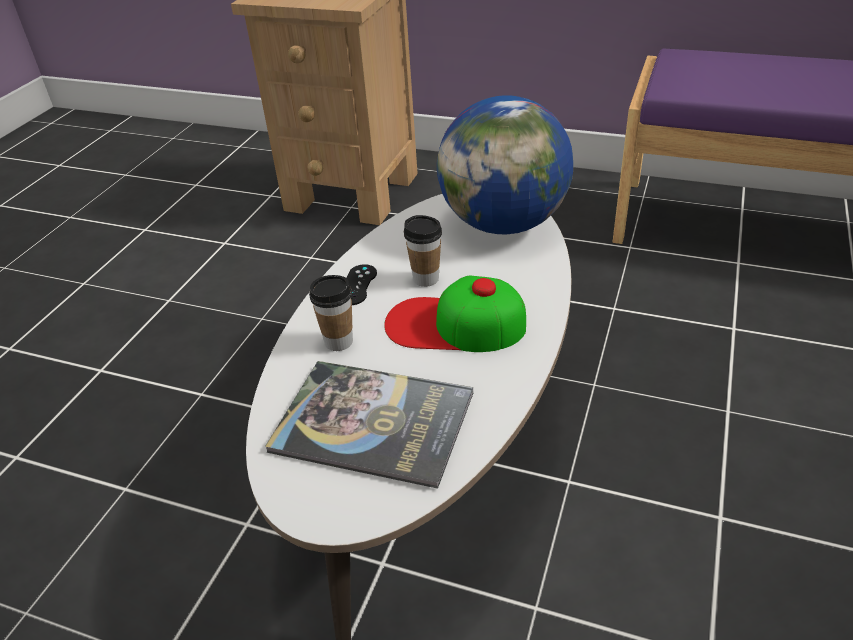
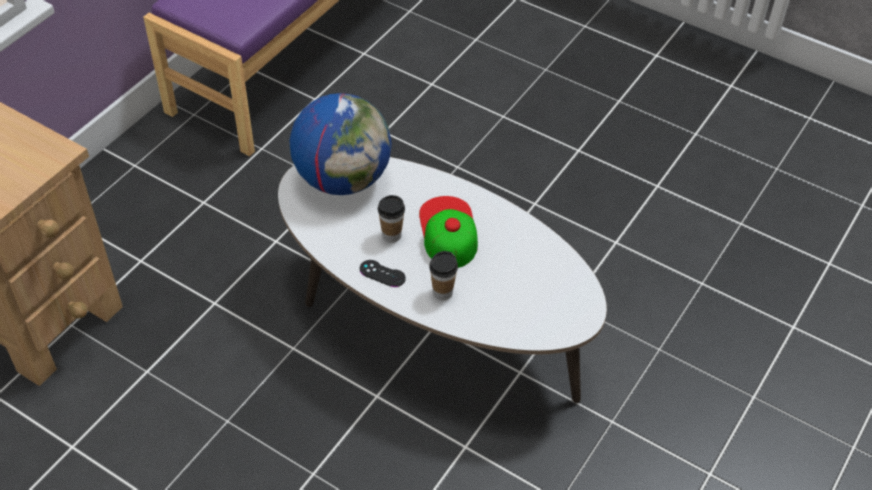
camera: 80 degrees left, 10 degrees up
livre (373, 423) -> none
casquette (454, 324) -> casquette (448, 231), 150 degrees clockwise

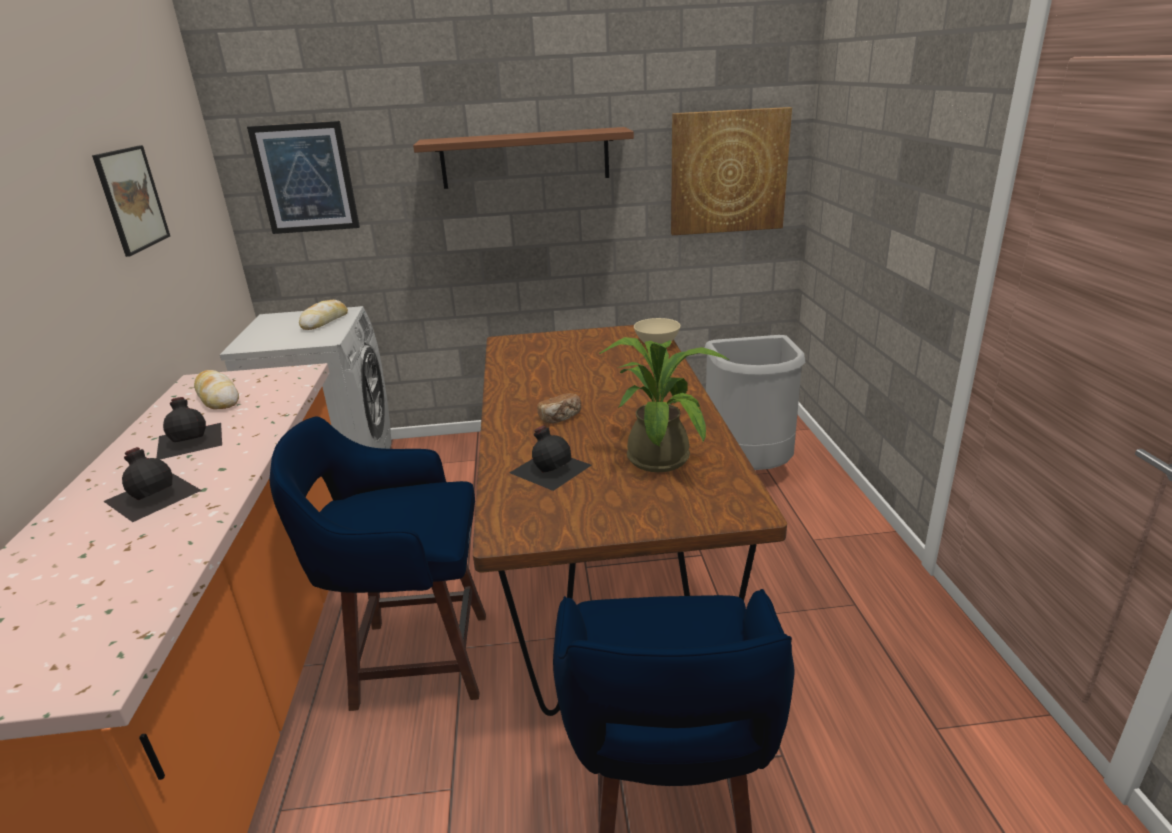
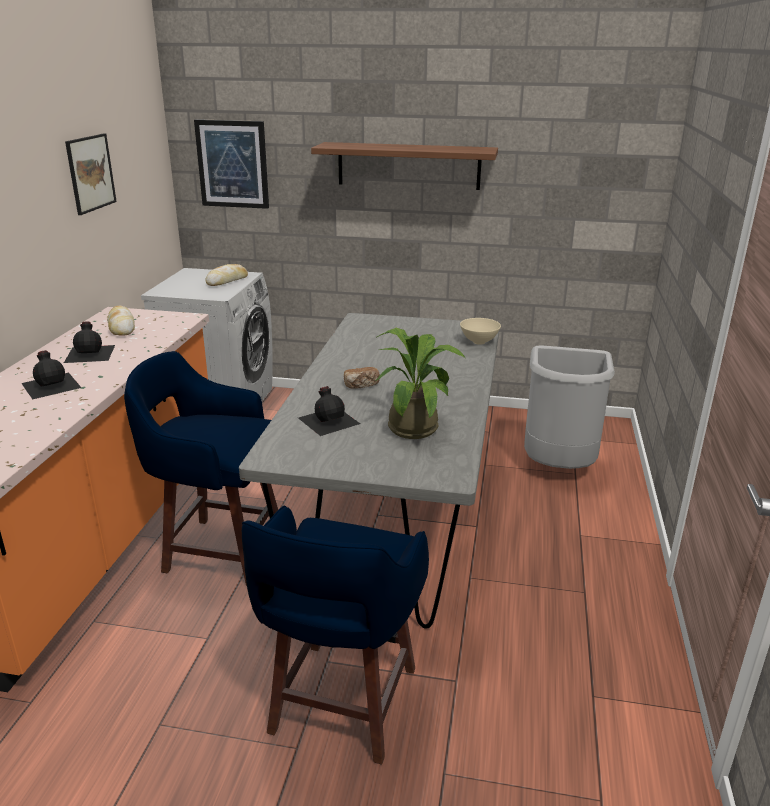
camera: 15 degrees right, 0 degrees up
table à manger [marron] (601, 562) -> table à manger [gris] (392, 513)
tableau (728, 172) -> none

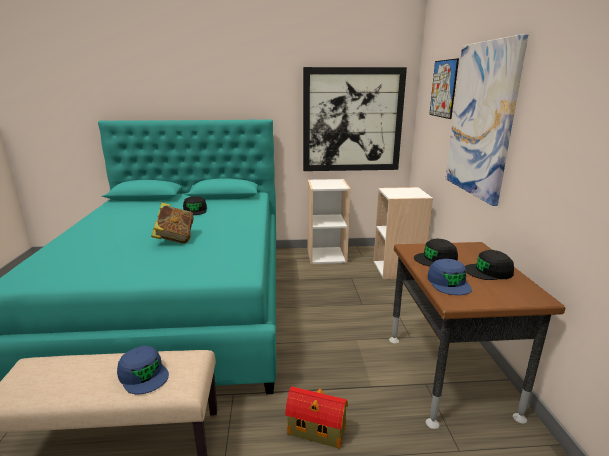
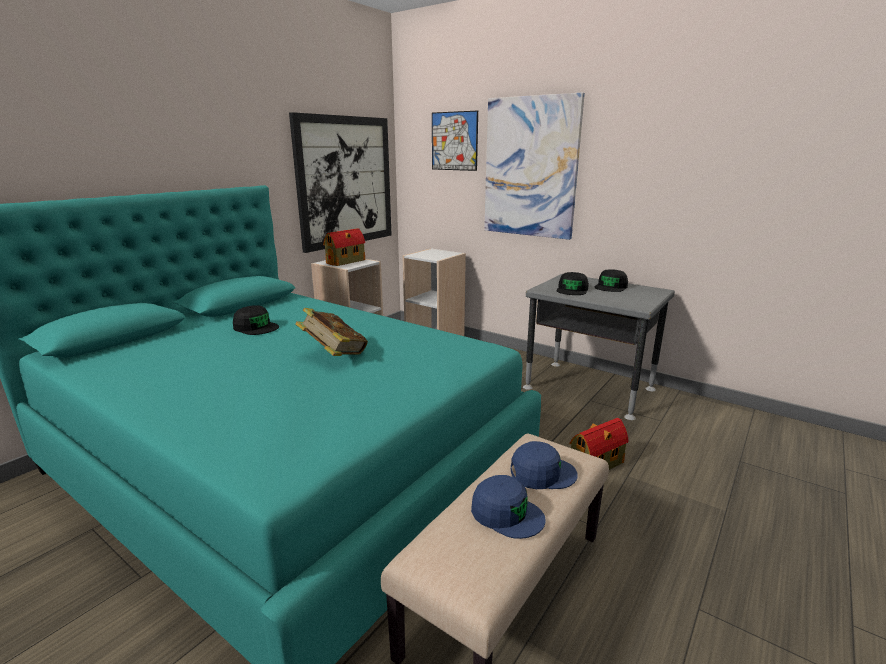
camera: 50 degrees left, 0 degrees up
bureau [marron] (449, 374) -> bureau [gris] (589, 388)
casquette [bleu] (448, 283) -> casquette [bleu] (506, 513), move
none -> maison miniature (346, 261)

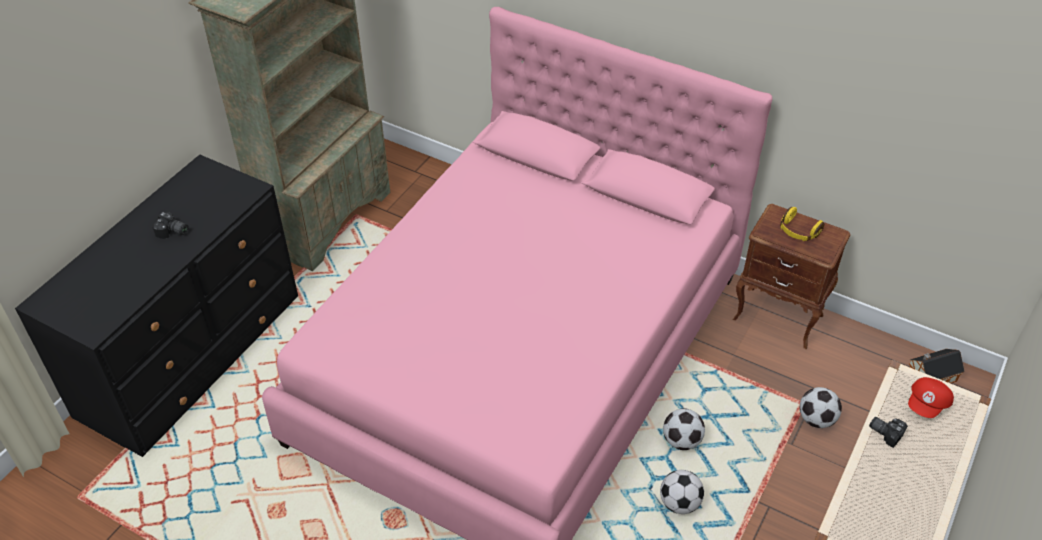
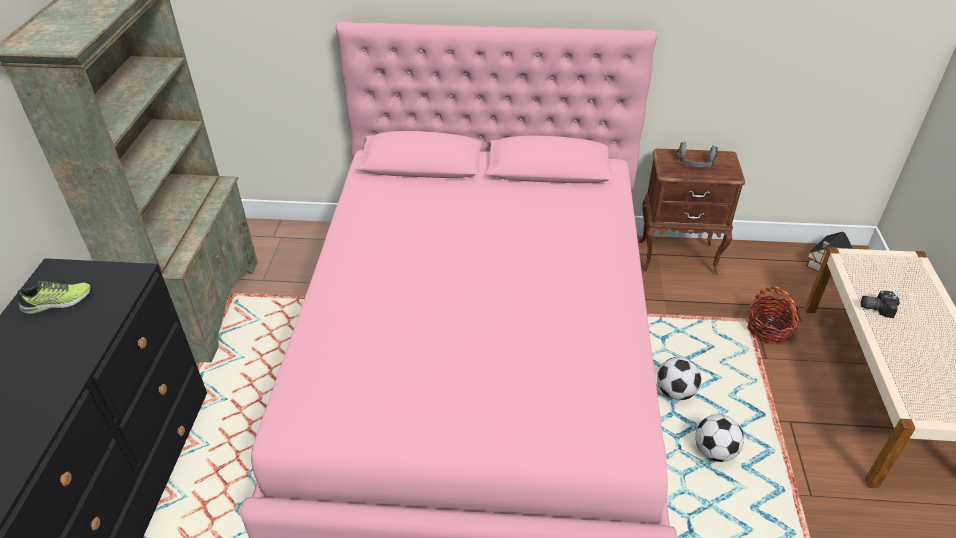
camera: 25 degrees left, 5 degrees down
appareil photo (173, 232) -> none
casque audio [jaune] (798, 231) -> casque audio [gris] (696, 163)
ballon de foot (816, 419) -> panier (769, 329)
casquette [rouge] (927, 404) -> none
none -> chaussure (57, 302)

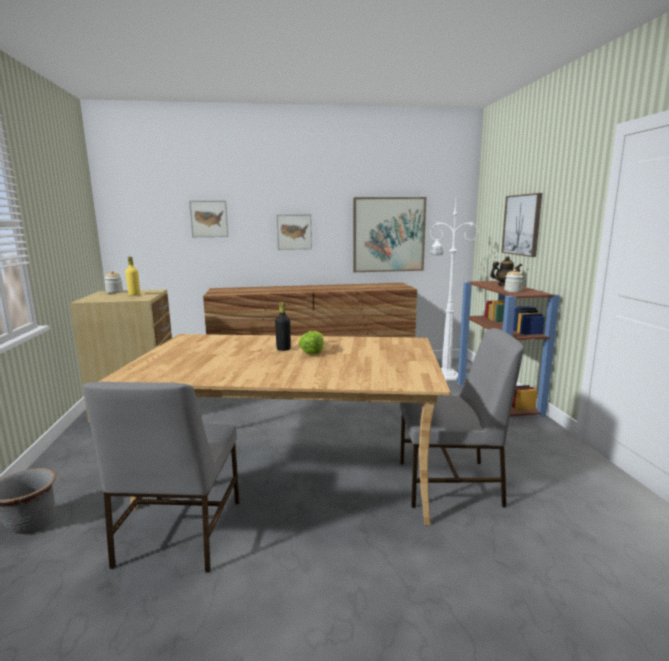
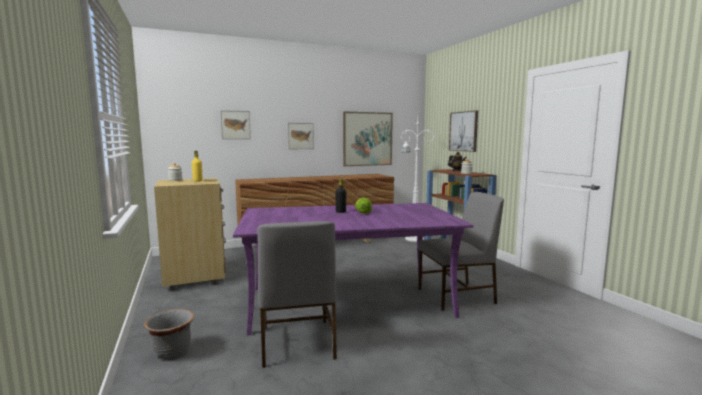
camera: 15 degrees left, 5 degrees down
table à manger [beige] (289, 473) -> table à manger [violet] (348, 302)

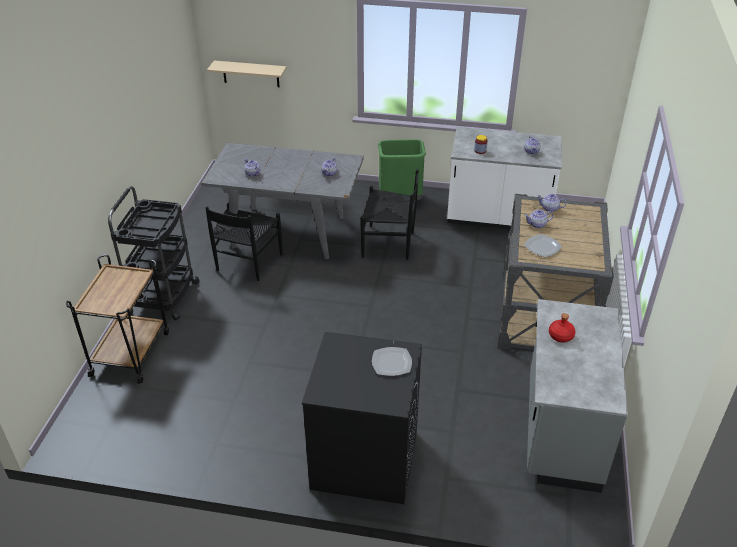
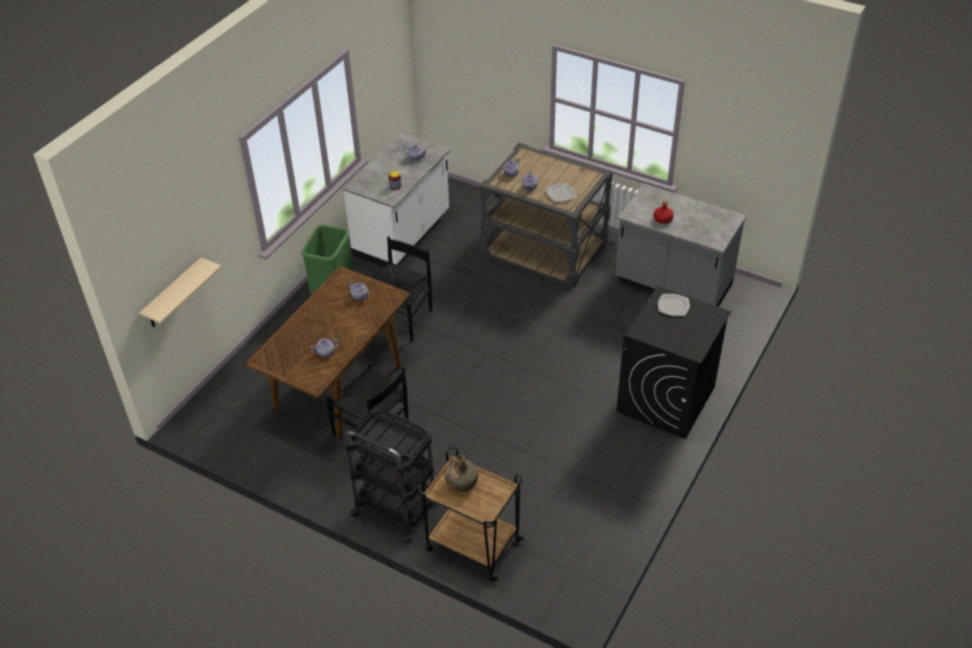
camera: 70 degrees left, 5 degrees up
table à manger [gris] (289, 232) -> table à manger [marron] (339, 387)
none -> bouteille [vert] (461, 482)

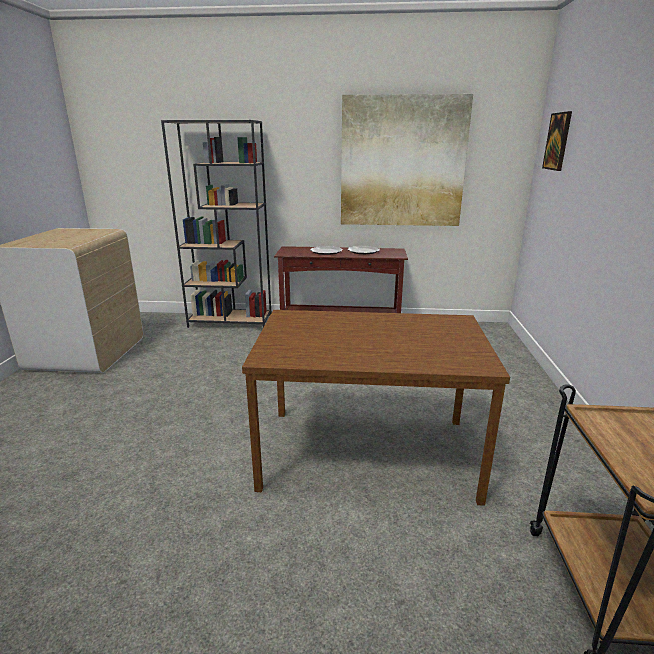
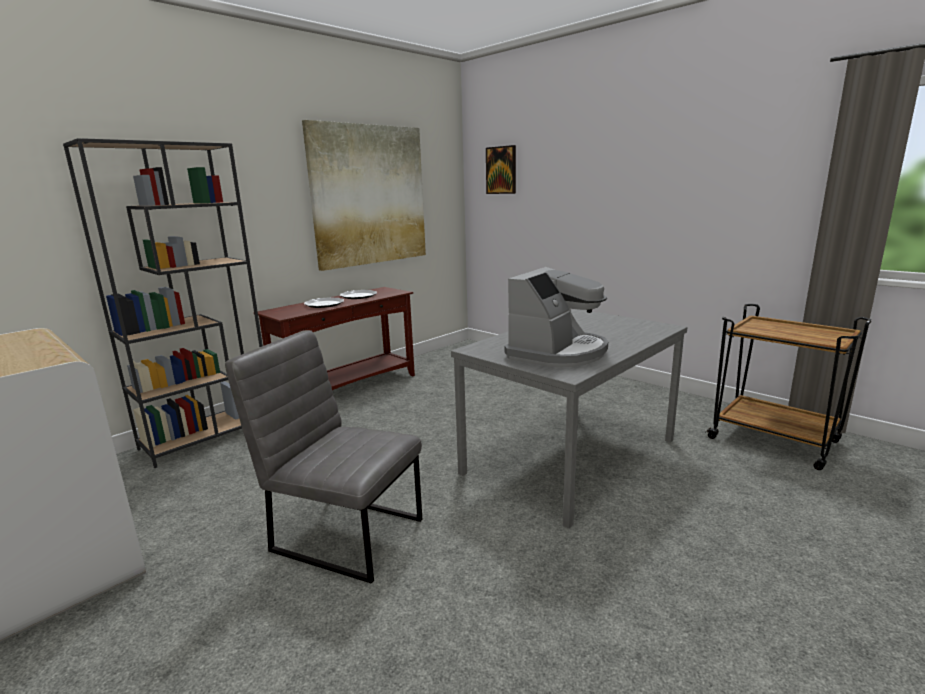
camera: 50 degrees left, 5 degrees down
table à manger [marron] (368, 452) -> table à manger [gris] (570, 455)
none -> chaise [gris] (345, 533)
none -> machine à café (558, 353)

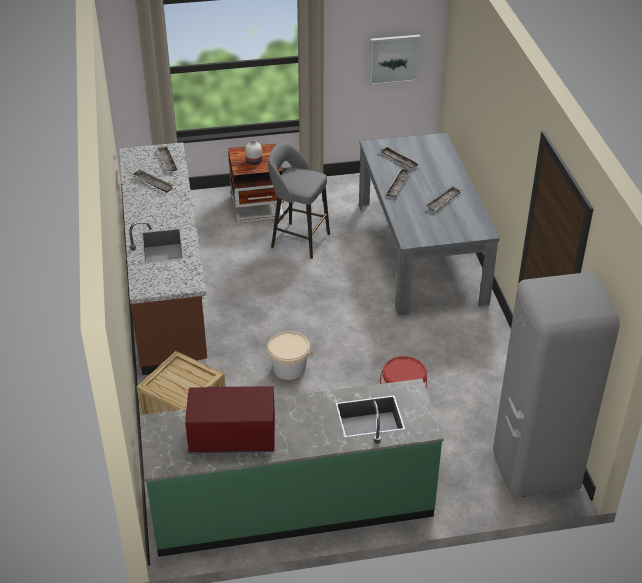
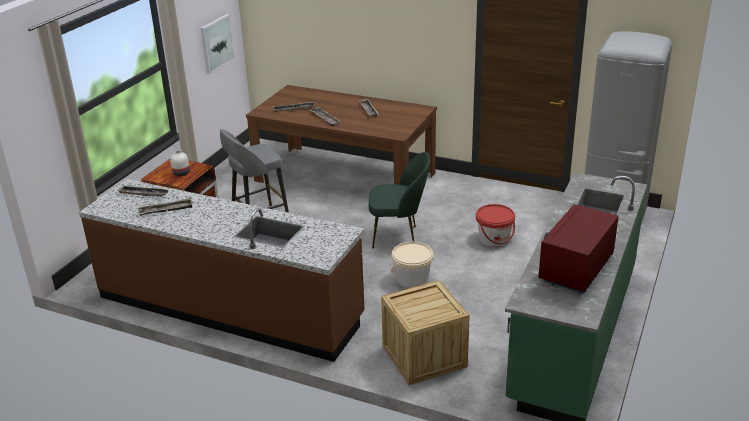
camera: 55 degrees left, 10 degrees down
table à manger [gris] (420, 252) -> table à manger [marron] (345, 177)
none -> chaise [vert] (399, 237)

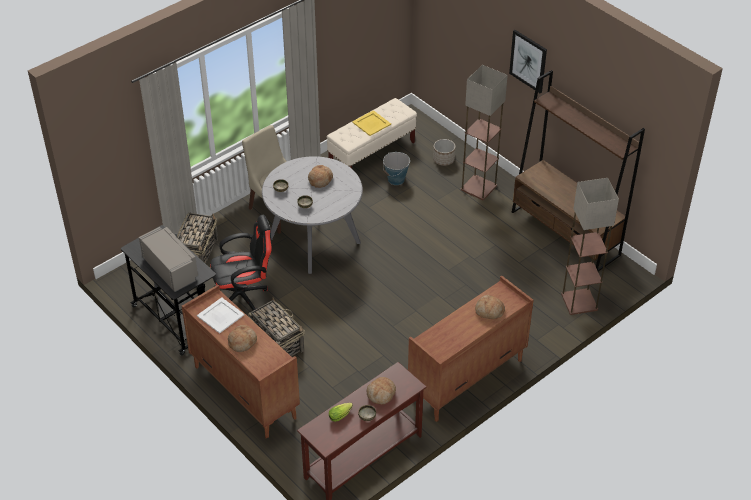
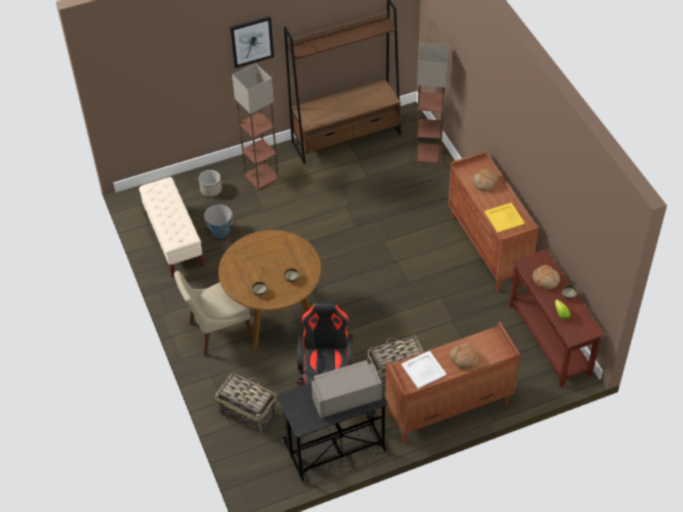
camera: 70 degrees left, 5 degrees up
table à manger [gris] (314, 240) -> table à manger [marron] (274, 313)
pain (320, 179) -> none
plateau [jaune] (371, 123) -> plateau [jaune] (504, 217), move

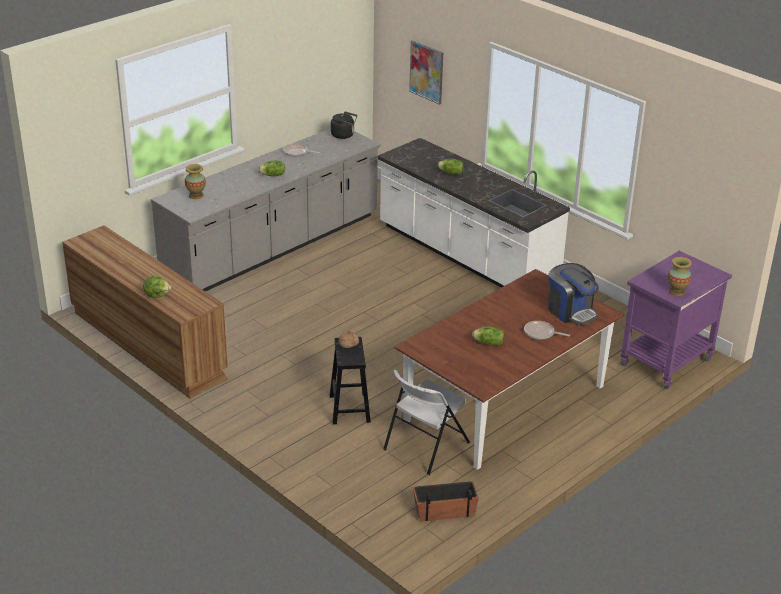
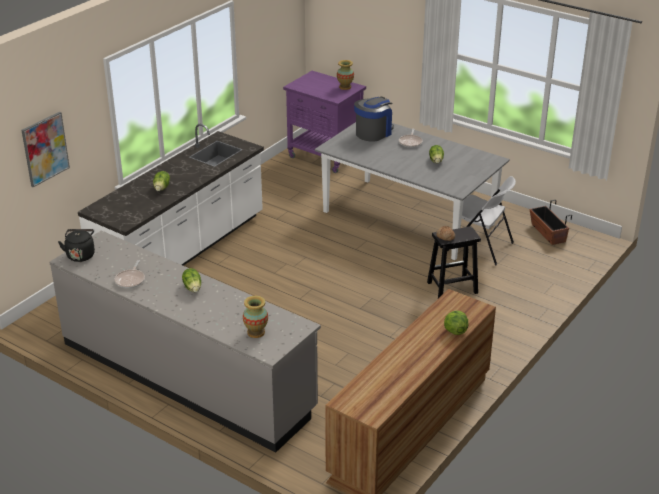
camera: 100 degrees left, 0 degrees up
table à manger [marron] (505, 403) -> table à manger [gris] (407, 218)

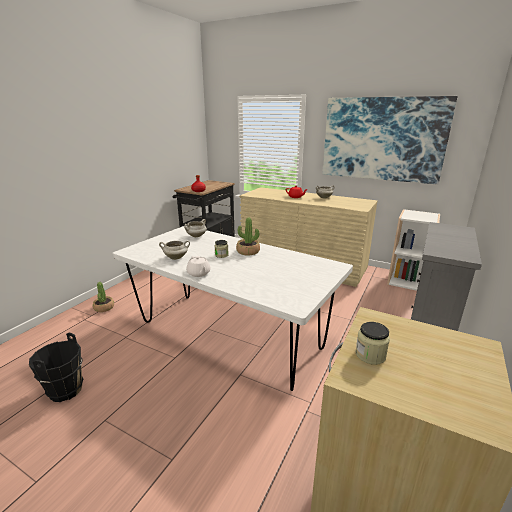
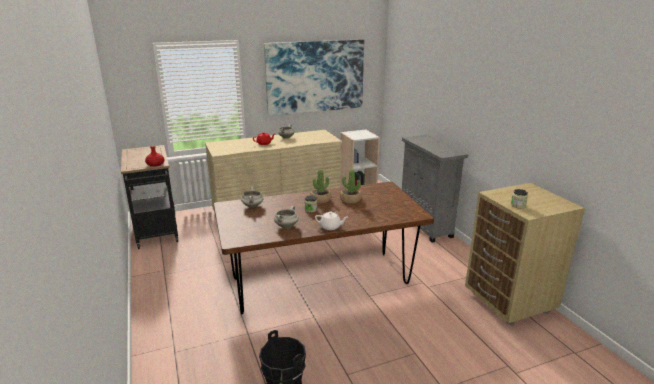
camera: 50 degrees left, 0 degrees up
plante en pot (104, 307) -> plante en pot (350, 199), move
table à manger [blanc] (231, 334) -> table à manger [marron] (320, 280)

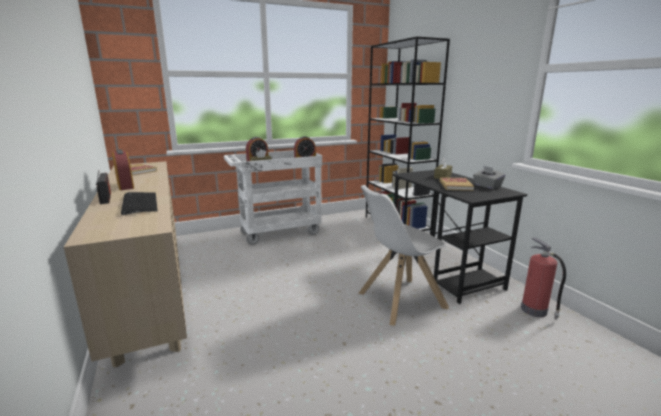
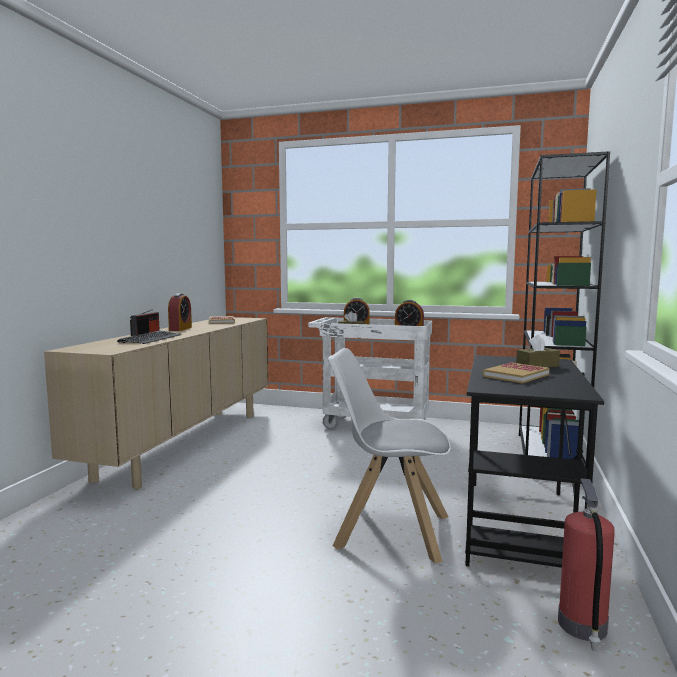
camera: 40 degrees right, 10 degrees down
boîte à mouchoirs [gris] (487, 186) -> none

